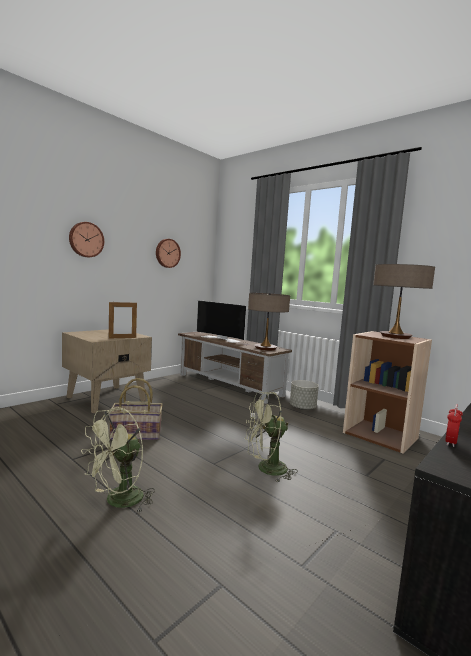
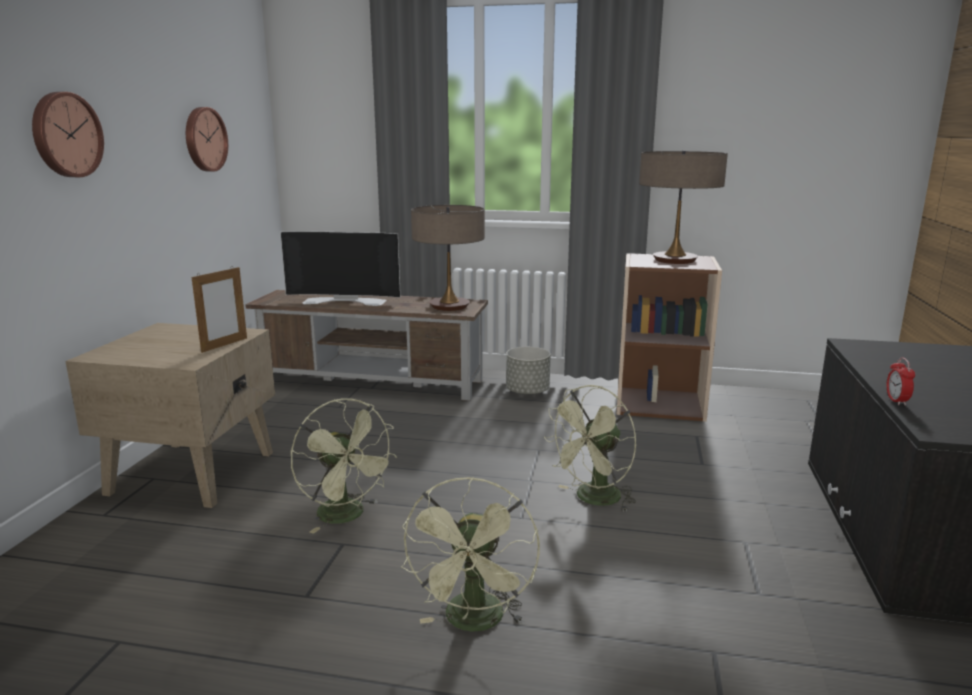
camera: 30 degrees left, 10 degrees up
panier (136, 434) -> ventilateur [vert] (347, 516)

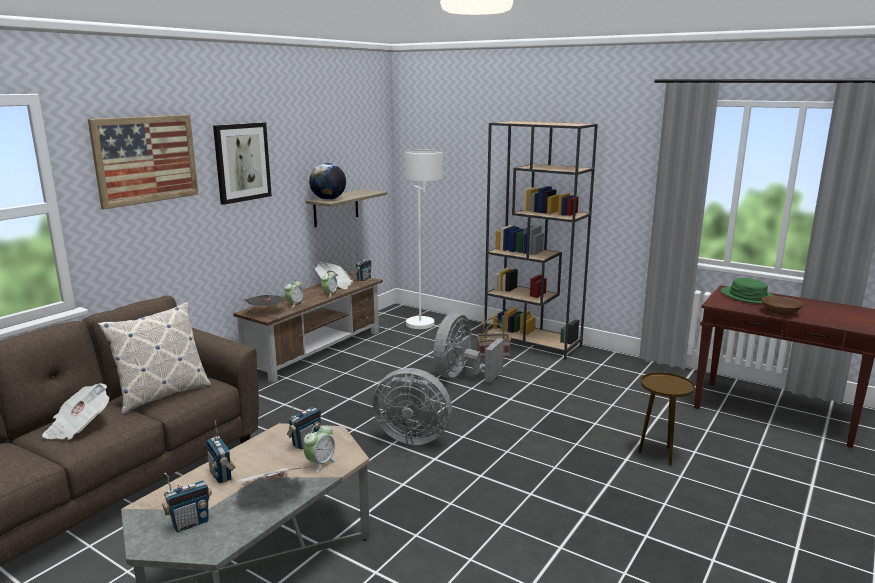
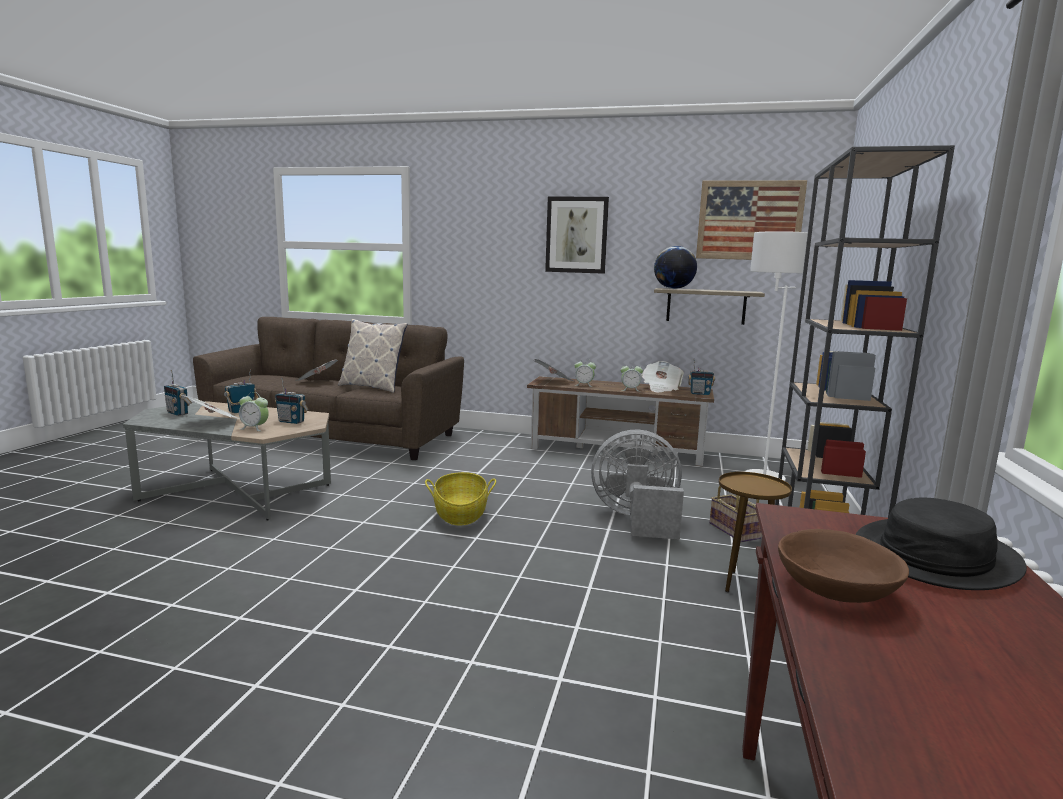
camera: 70 degrees right, 5 degrees down
tableau (146, 159) -> tableau (749, 220), move
ventilateur [gris] (412, 436) -> panier (460, 514)
table d'appoint [marron] (659, 455) -> table d'appoint [marron] (743, 584), move
chapeau [vert] (748, 296) -> chapeau [noir] (934, 555)

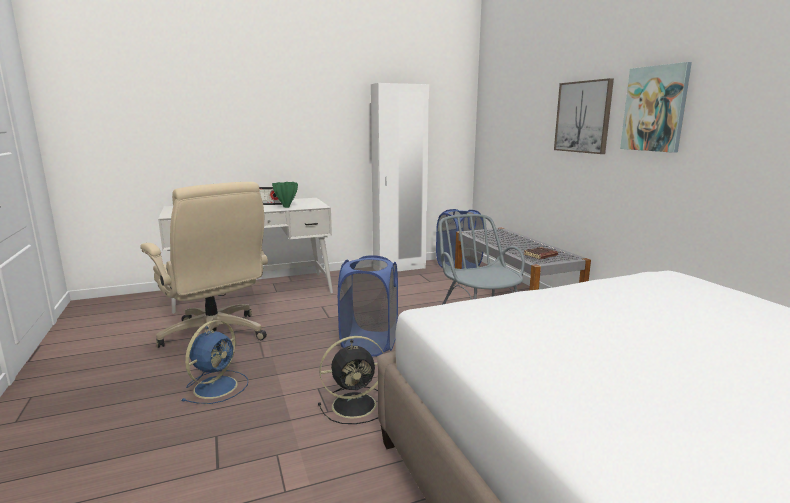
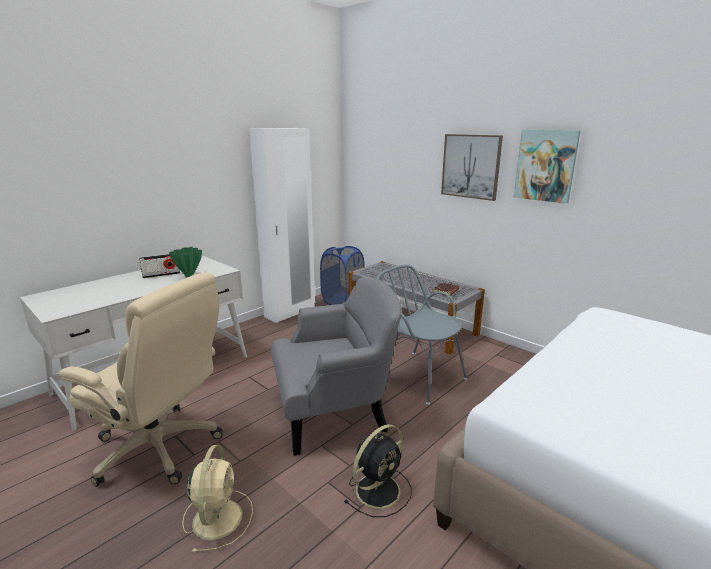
camera: 25 degrees left, 5 degrees up
ventilateur [bleu] (217, 386) -> ventilateur [beige] (218, 517)
panier à linge [bleu] (370, 344) -> fauteuil [gris] (334, 412)

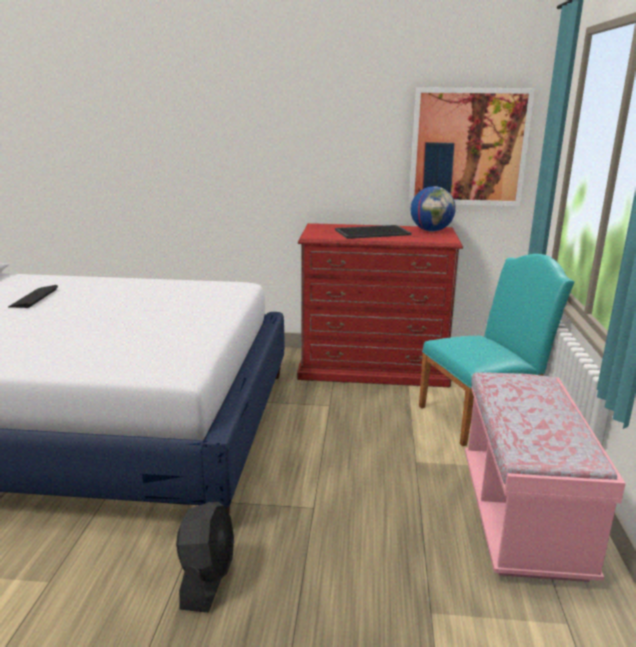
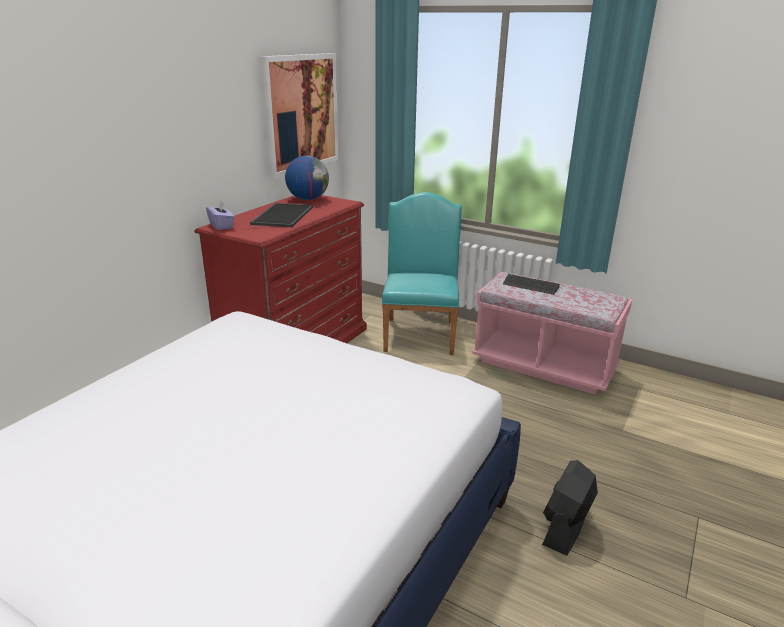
camera: 65 degrees left, 5 degrees up
clavier (34, 298) -> clavier (530, 285), move
ventilateur [noir] (207, 579) -> ventilateur [noir] (565, 526), 90 degrees counterclockwise
none -> boîte à mouchoirs [violet] (221, 226)

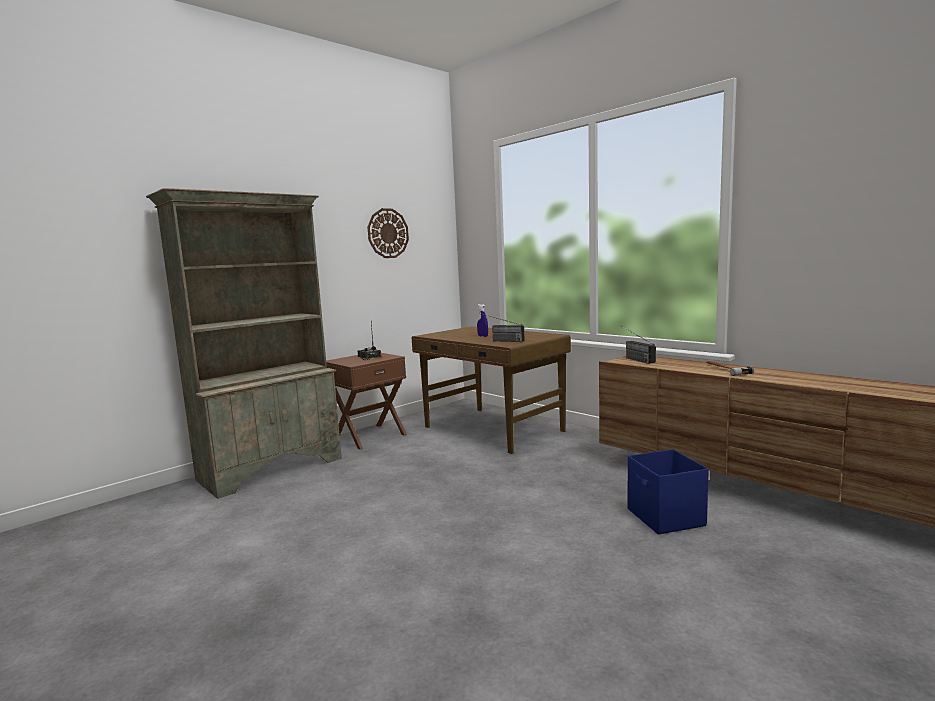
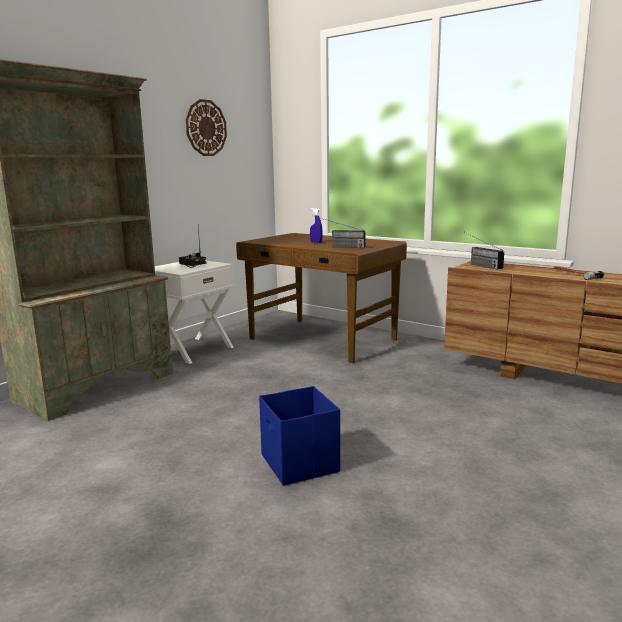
camera: 10 degrees left, 5 degrees up
table de chevet [marron] (369, 436) -> table de chevet [blanc] (193, 350)
boîte de rangement [bleu] (665, 518) -> boîte de rangement [bleu] (299, 464), move

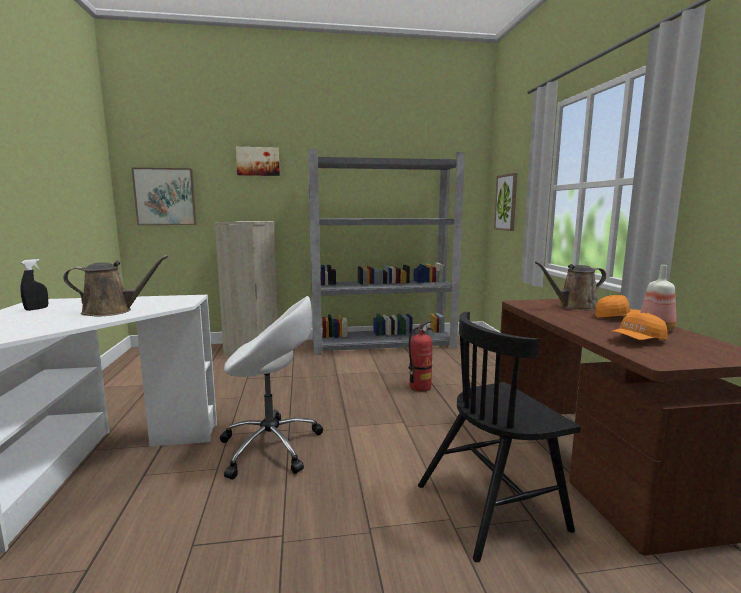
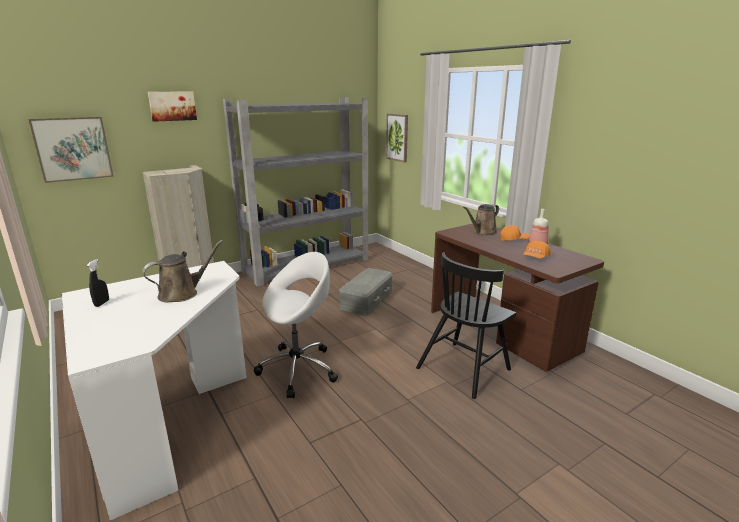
camera: 25 degrees left, 10 degrees up
extincteur (420, 387) -> boîte de rangement [gris] (366, 299)

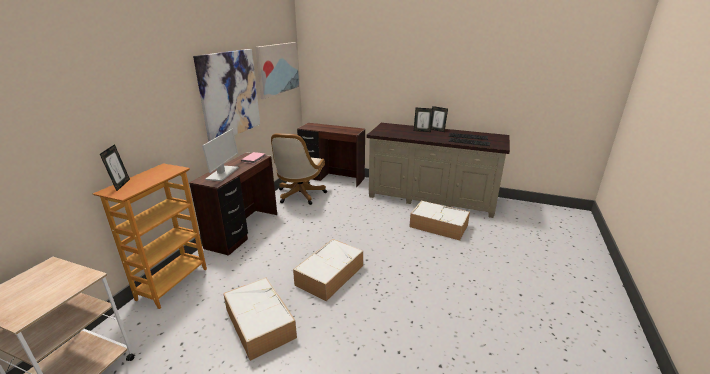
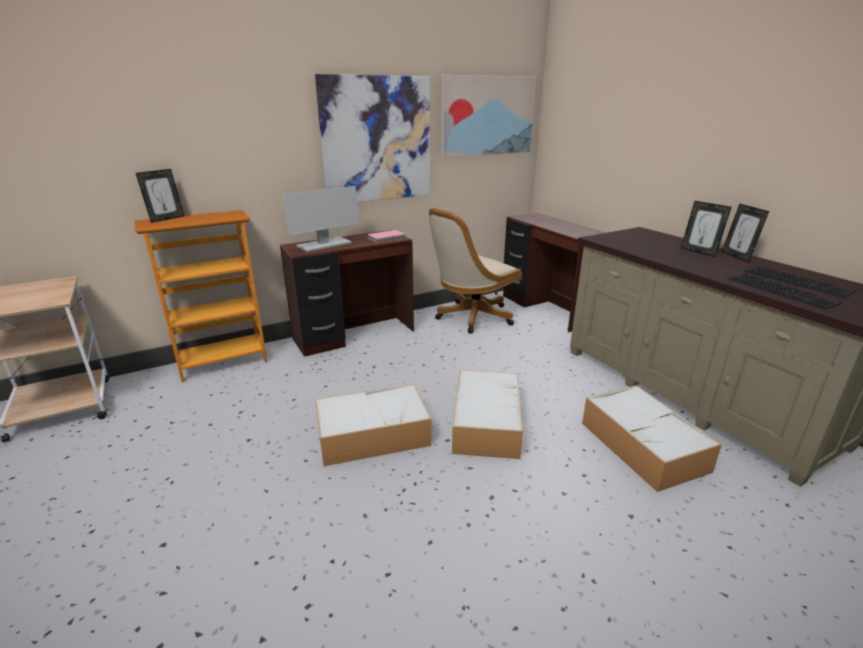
camera: 40 degrees right, 0 degrees up
boîte de rangement (259, 322) -> boîte de rangement (486, 422), move

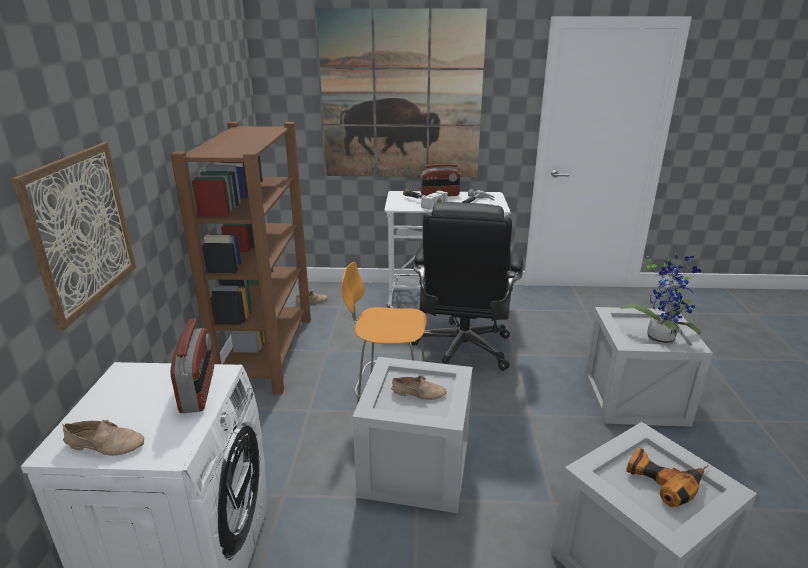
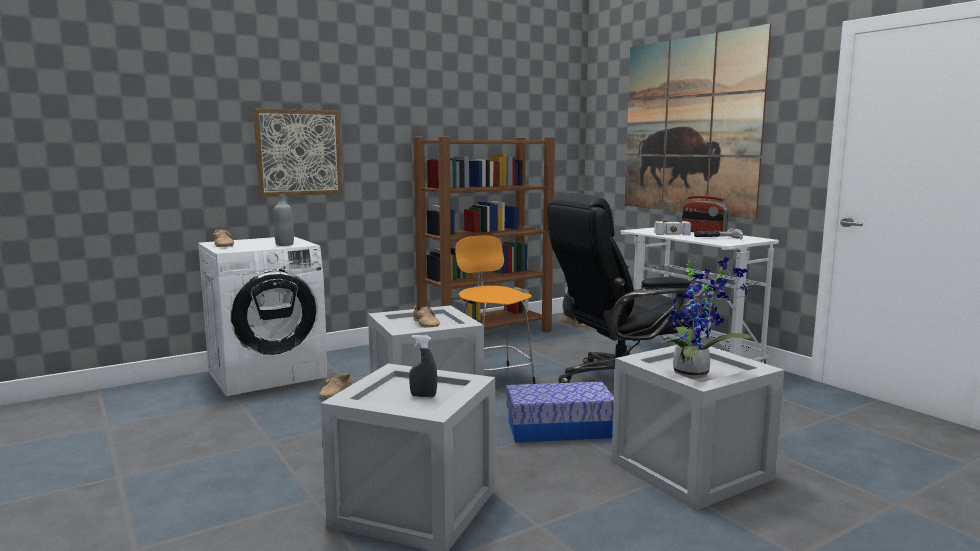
camera: 55 degrees right, 15 degrees down
radio (199, 389) -> bouteille [gris] (284, 244)
perceuse (663, 479) -> vaporisateur [gris] (423, 396)
none -> chaussure [beige] (337, 392)
none -> boîte de rangement (559, 429)

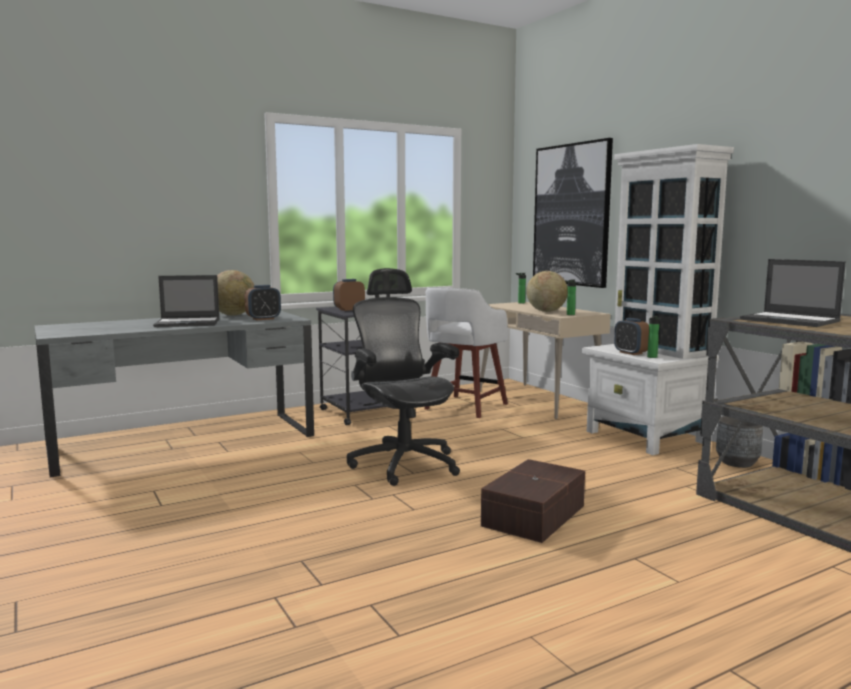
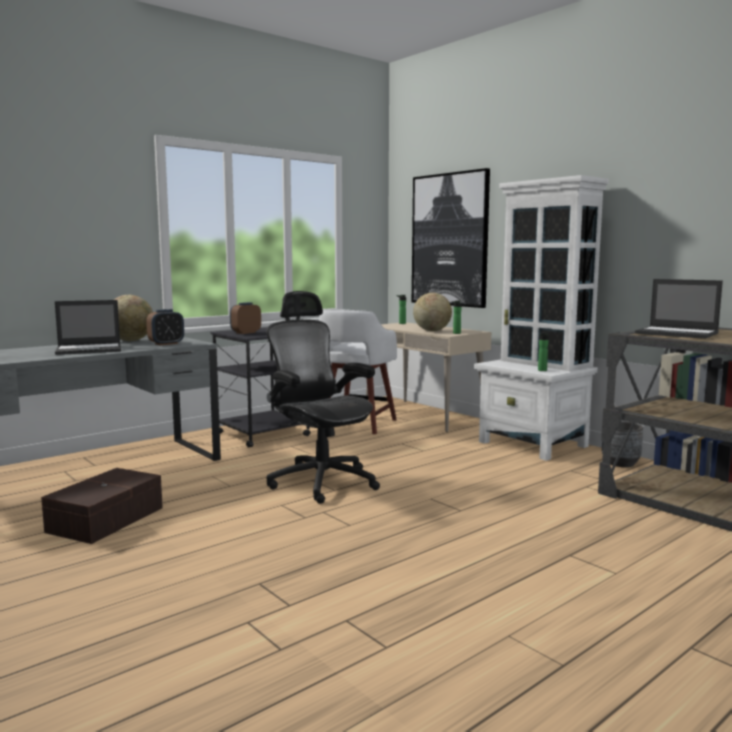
camera: 10 degrees left, 0 degrees up
boîte de rangement [marron] (531, 515) -> boîte de rangement [marron] (104, 520), move
réveil (630, 353) -> none

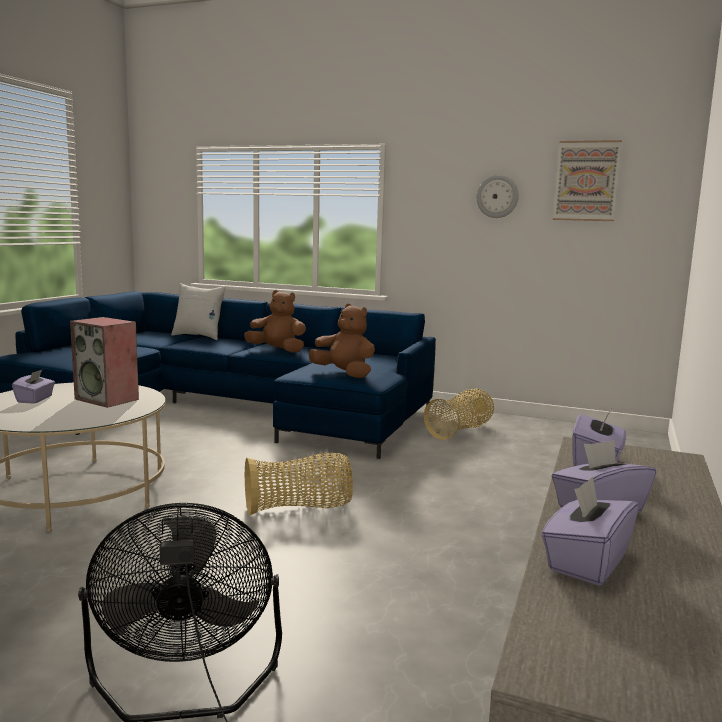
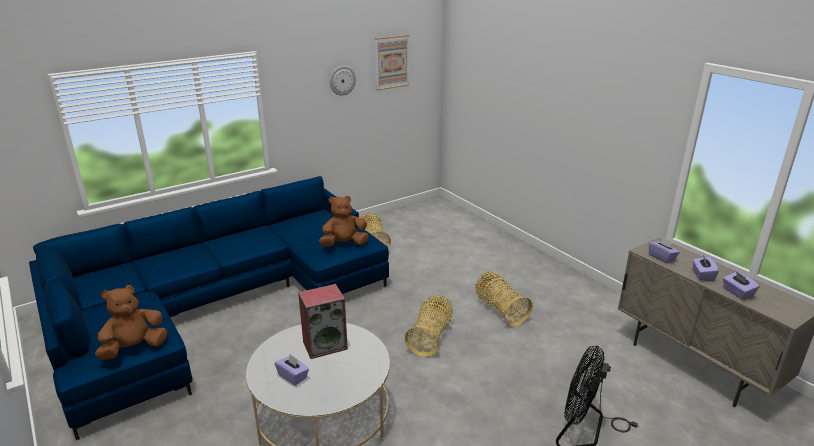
camera: 55 degrees left, 15 degrees up
coussin [gris] (198, 337) -> none
peluche [marron] (277, 350) -> peluche [marron] (134, 348), move
none -> panier (500, 309)

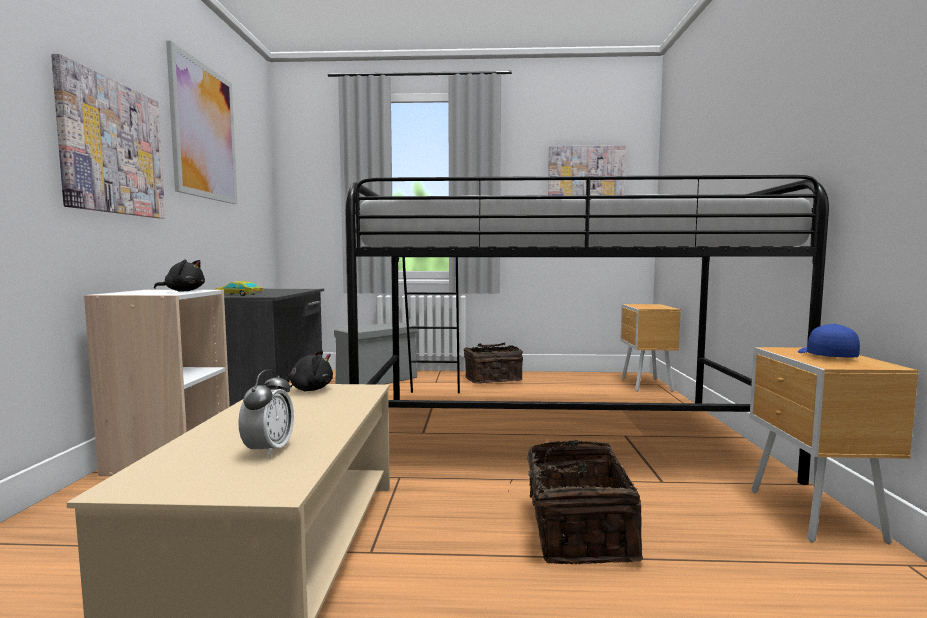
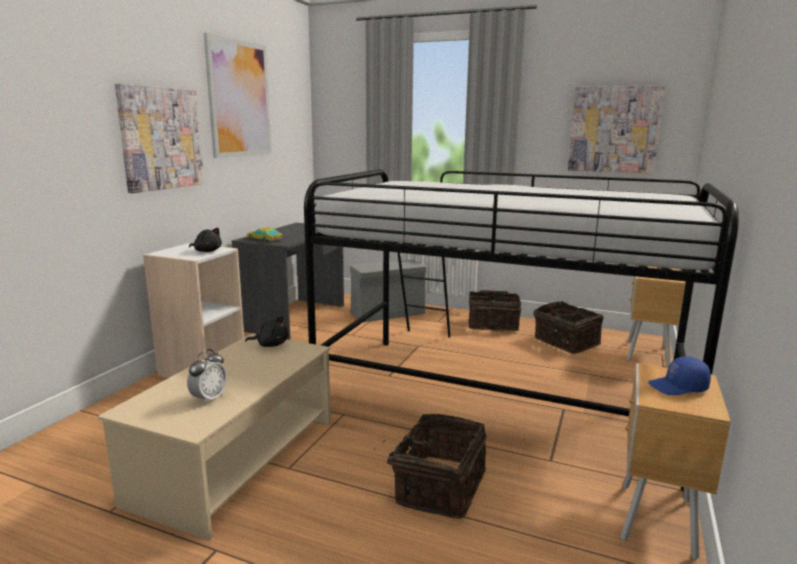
camera: 20 degrees right, 10 degrees up
casquette [bleu] (825, 356) -> casquette [bleu] (678, 387), 120 degrees counterclockwise
none -> panier (565, 342)

